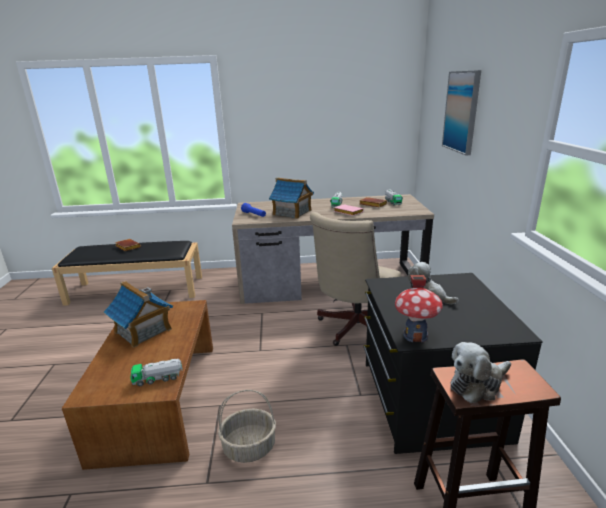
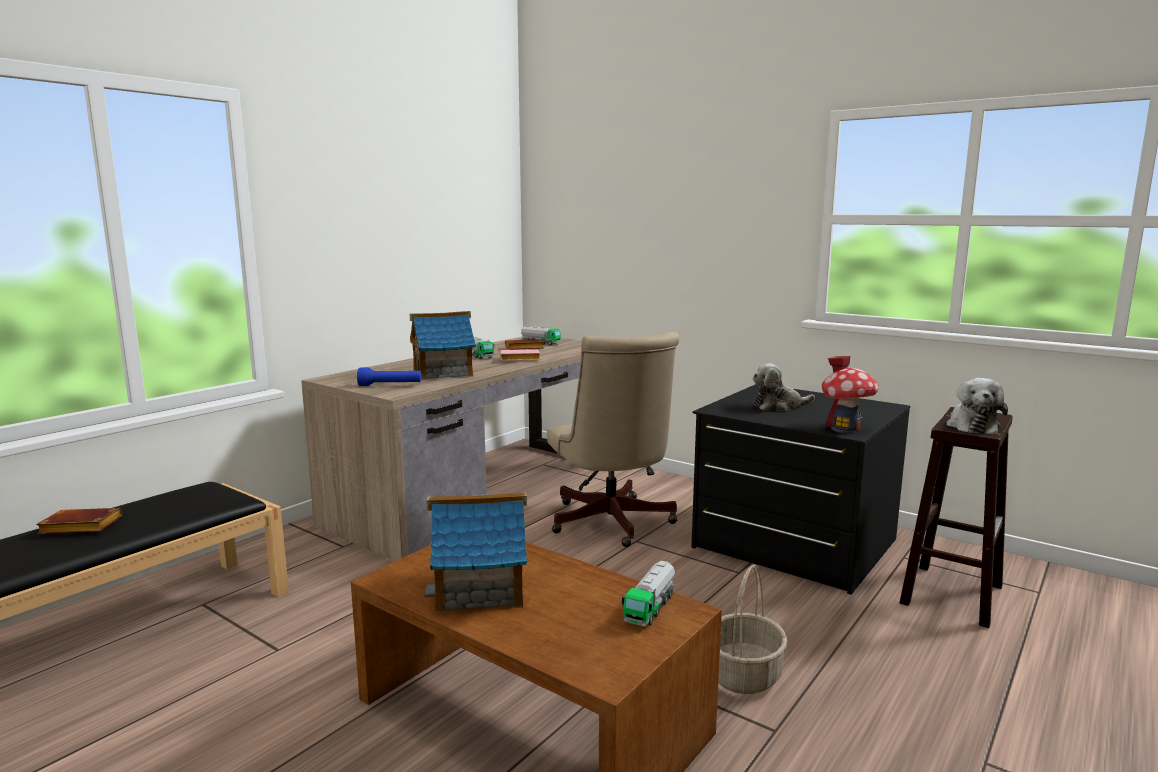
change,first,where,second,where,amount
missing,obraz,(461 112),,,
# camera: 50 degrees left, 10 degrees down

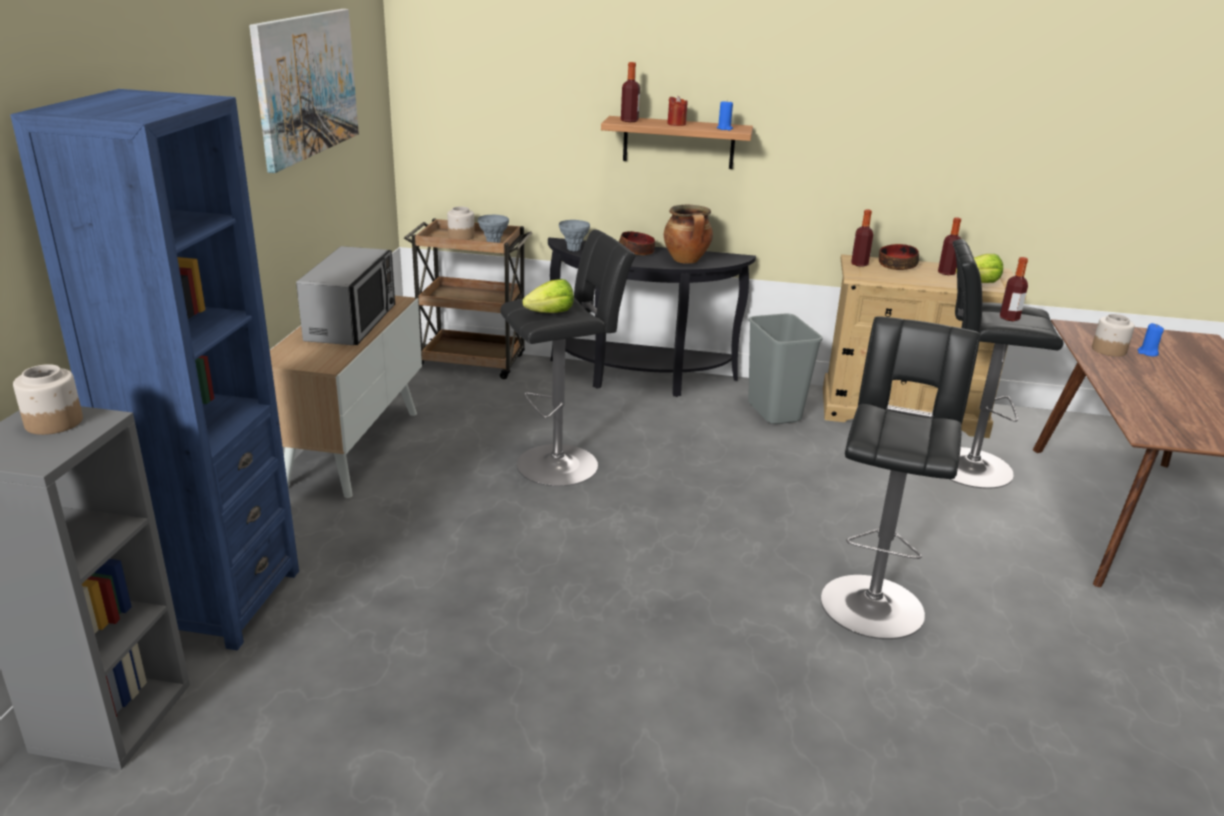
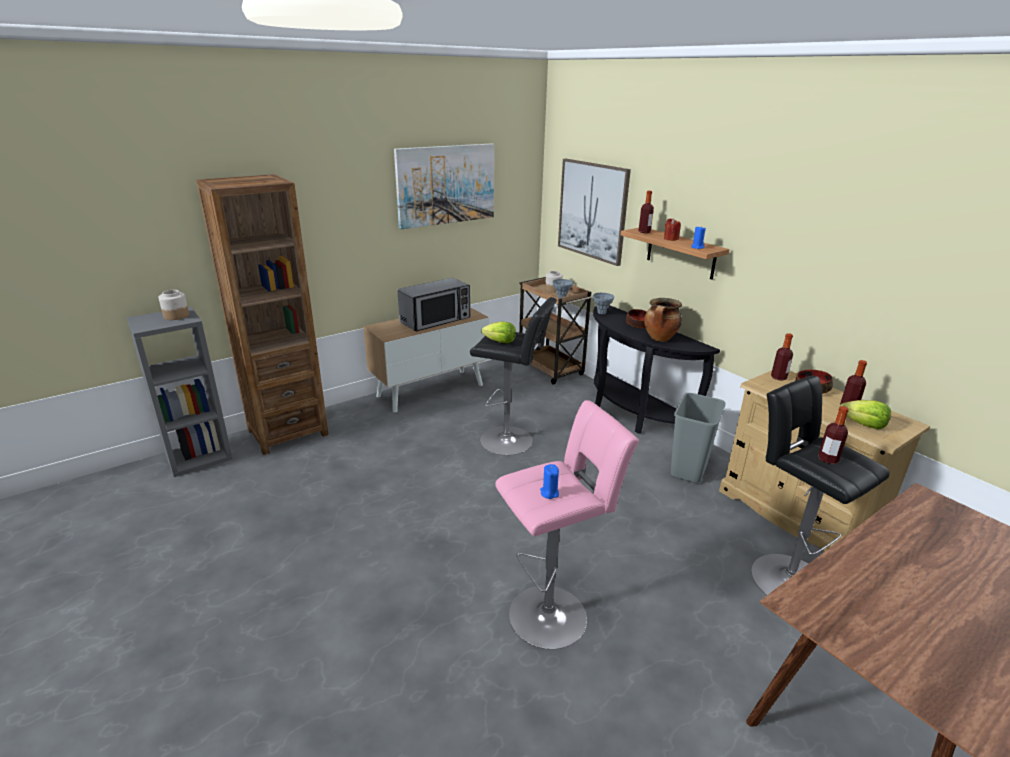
change,first,where,second,where,amount
colour,regał (niebieski),(154 369),regał (brązowy),(262 314),
colour,stołek (czarny),(900 477),stołek (różowy),(567 525),
missing,słoik,(1113 335),,,
relocated,świeca (niebieski),(1151 339),,(549 481),
appeared,,,obraz,(594 212),
# camera: 45 degrees right, 0 degrees up

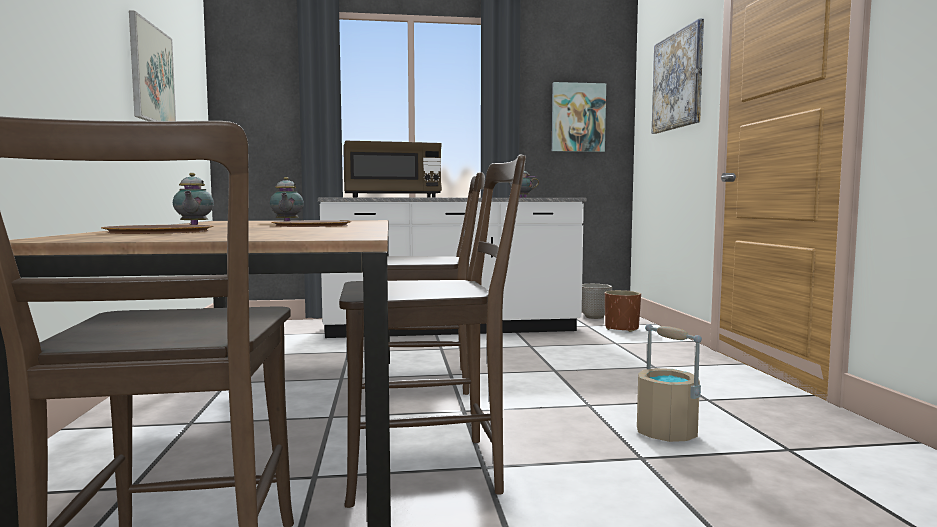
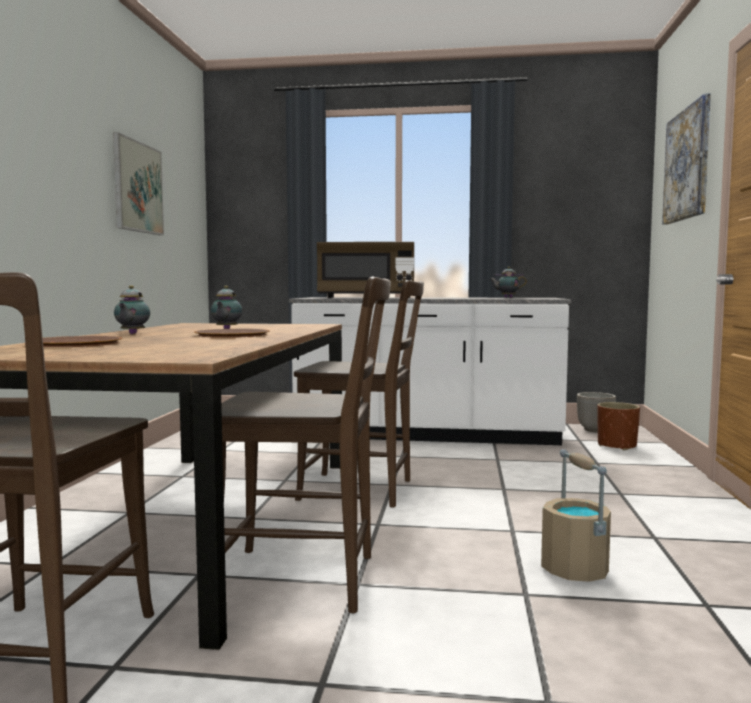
change,first,where,second,where,amount
missing,obraz,(579 117),,,
# camera: 15 degrees right, 0 degrees up

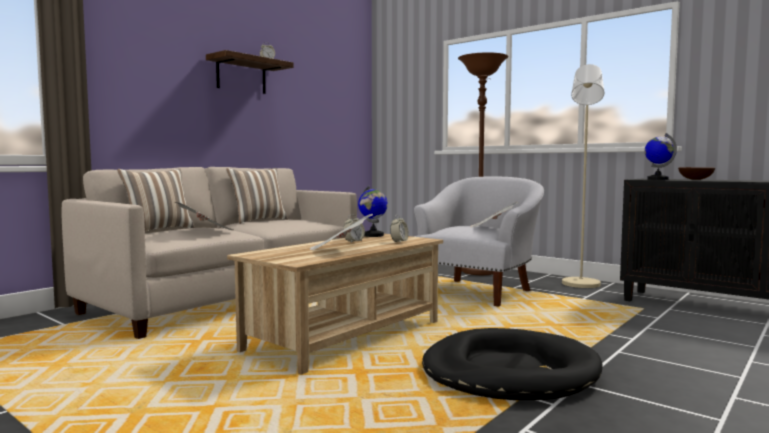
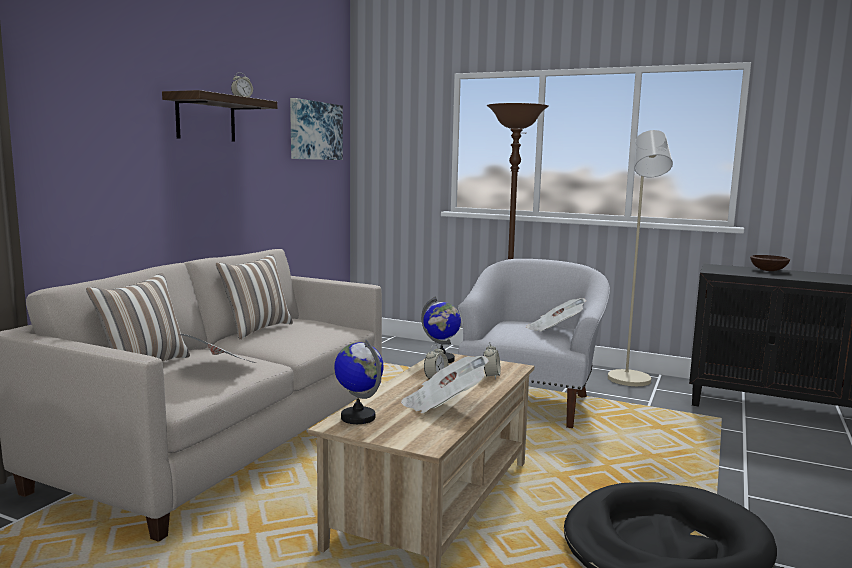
change,first,where,second,where,amount
relocated,globus,(661 156),,(359 381),
appeared,,,obraz,(316 129),
# camera: 15 degrees left, 5 degrees up

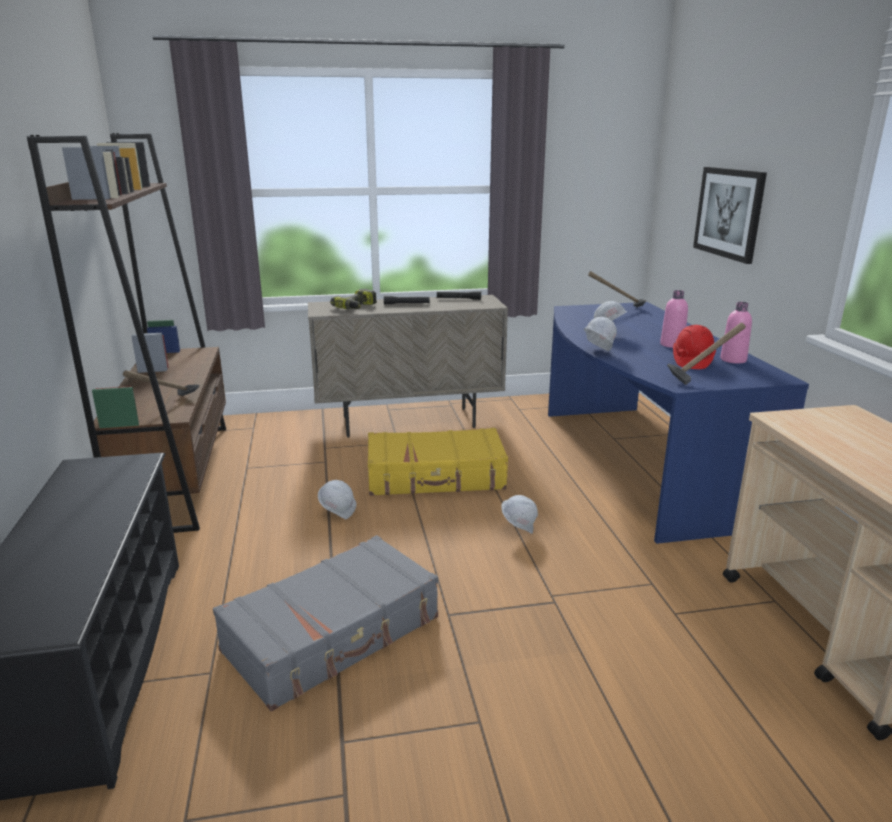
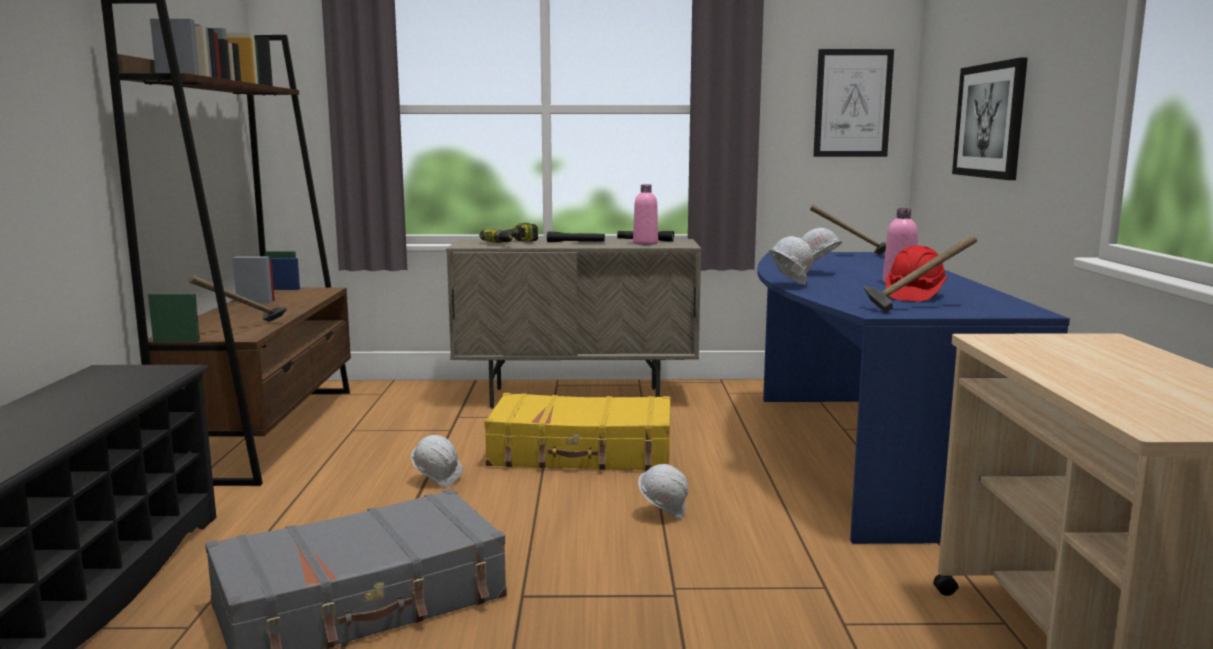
change,first,where,second,where,amount
relocated,butelka (różowy),(736 333),,(645 215),
appeared,,,obraz,(854 103),
# camera: 10 degrees right, 10 degrees down

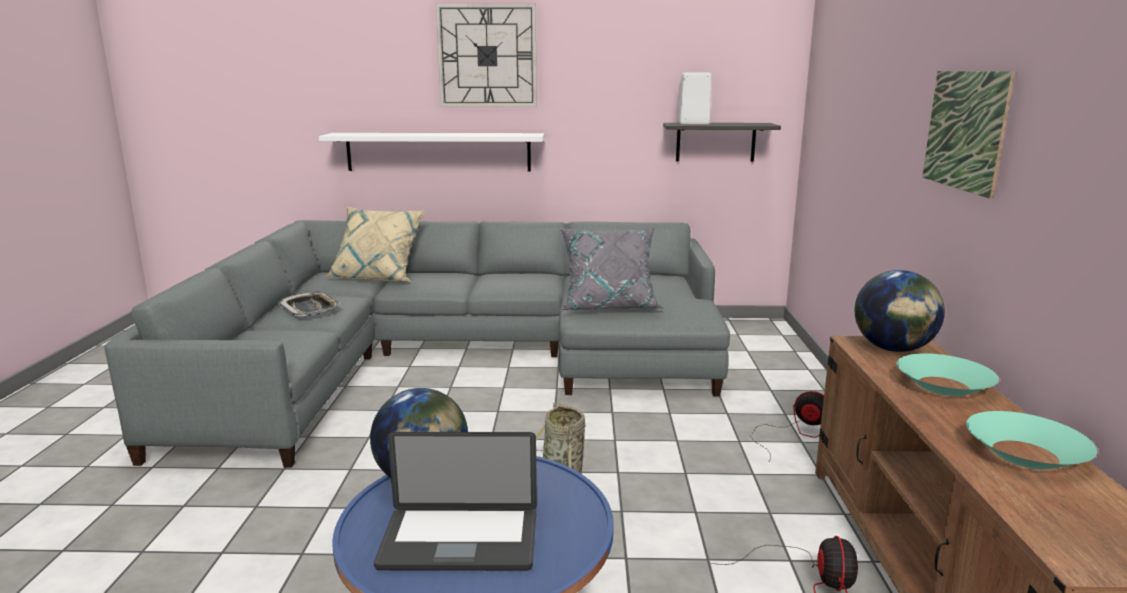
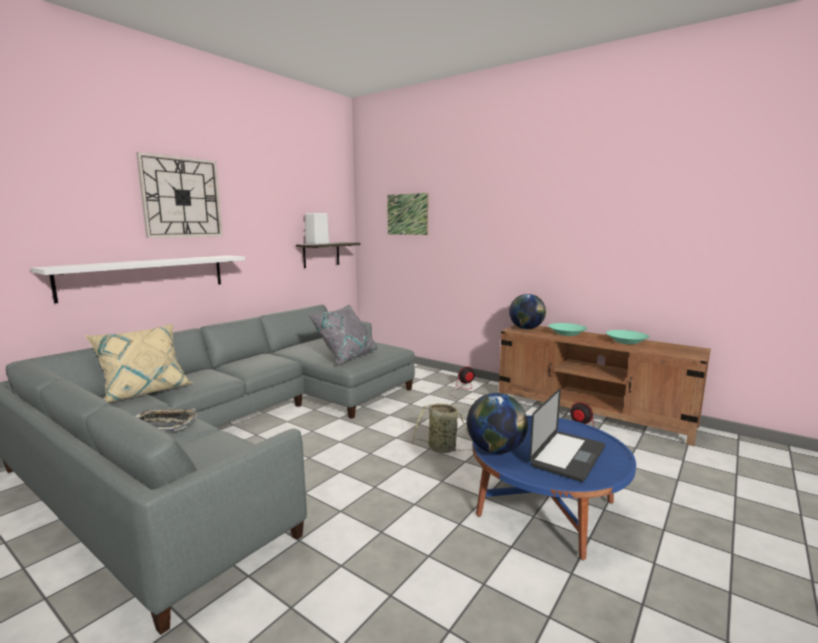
change,first,where,second,where,amount
relocated,obraz,(968 135),,(407 214),
# camera: 55 degrees left, 5 degrees down

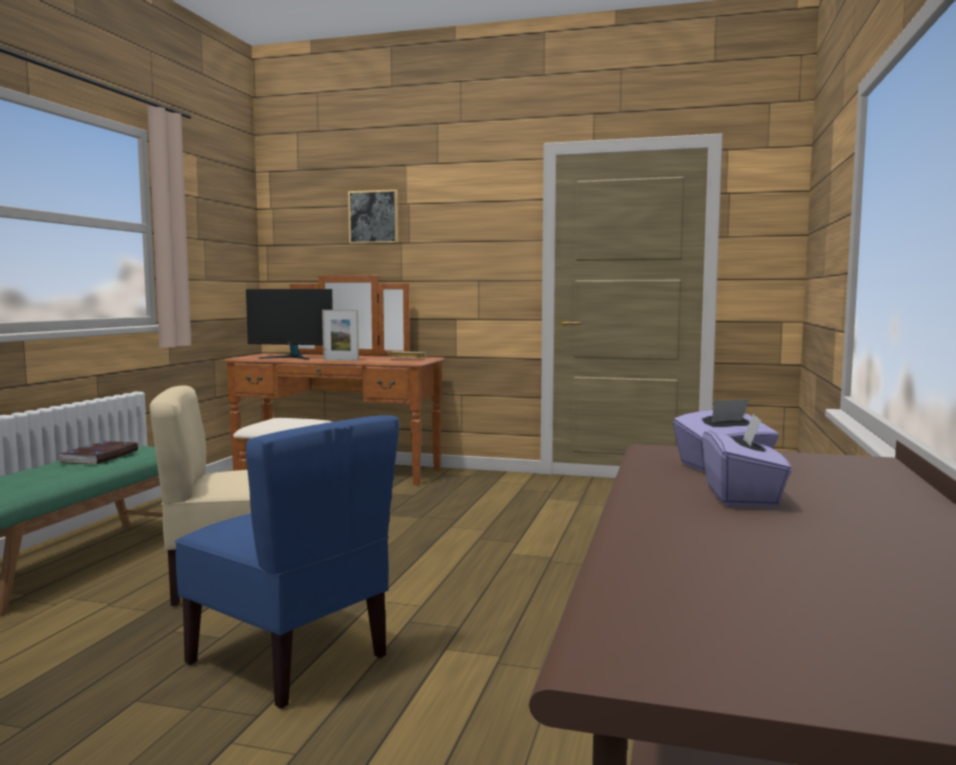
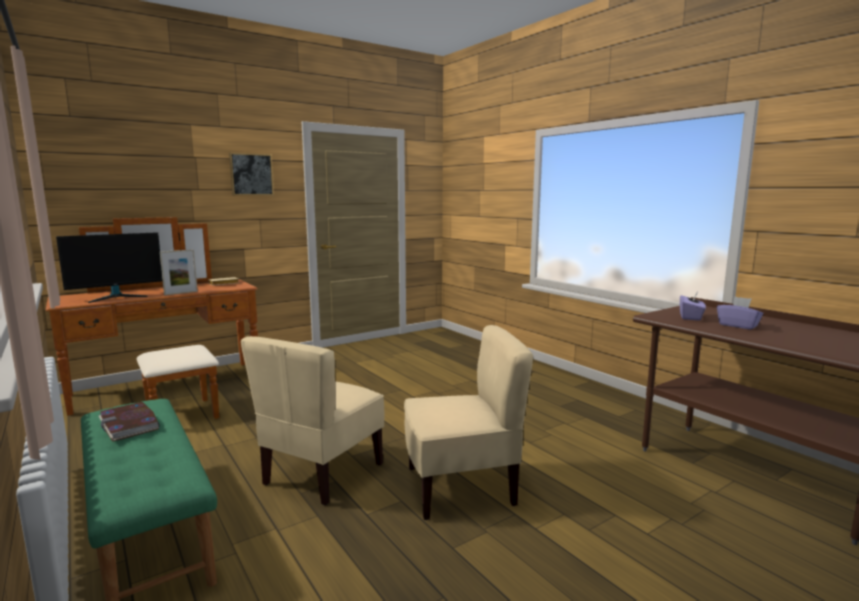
change,first,where,second,where,amount
colour,krzesło (niebieski),(287 562),krzesło (beżowy),(468 422),
relocated,obraz,(373 216),,(251 174),
# camera: 50 degrees left, 5 degrees up

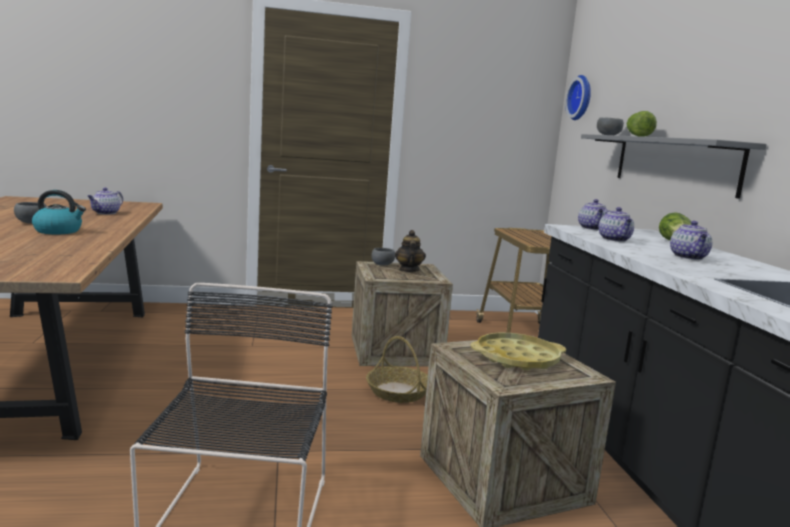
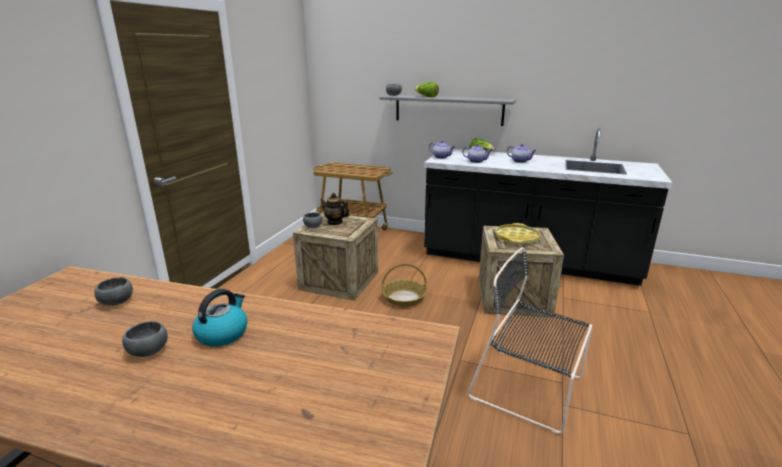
change,first,where,second,where,amount
exchanged,imbryk,(105 201),miska (szary),(113 291),
missing,zegar ścienny,(578 97),,,
# camera: 60 degrees left, 10 degrees up

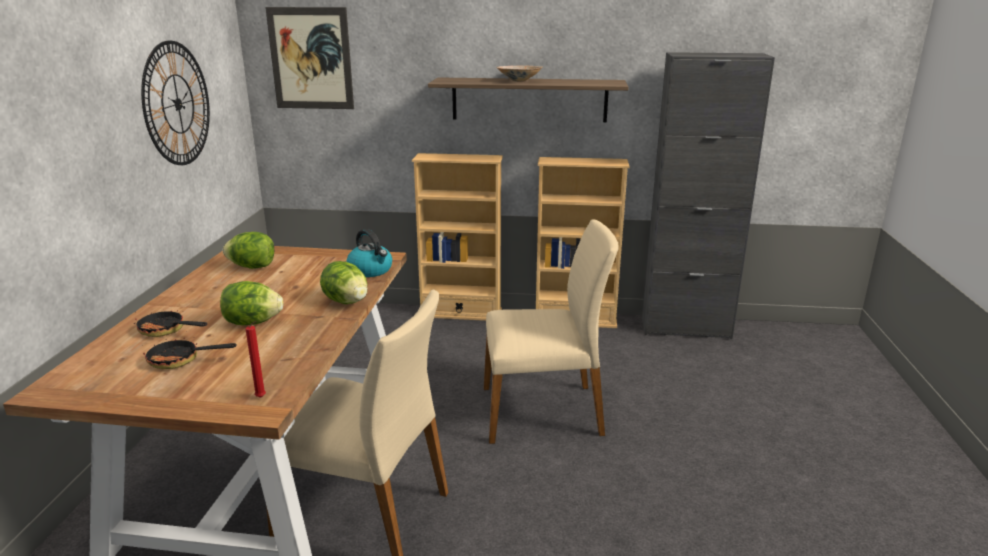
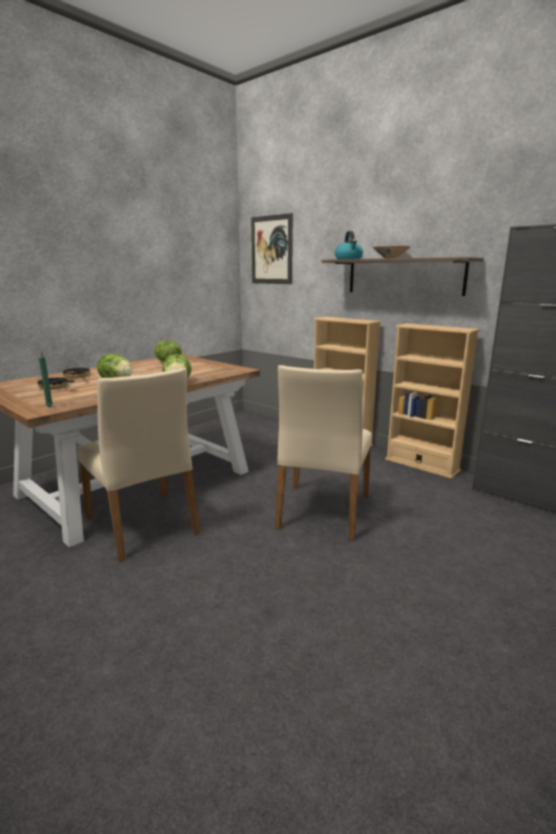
change,first,where,second,where,amount
missing,zegar ścienny,(175 103),,,
colour,świeca (czerwony),(256 359),świeca (zielony),(46 379),
relocated,czajnik,(369 253),,(349 245),
spun,krzesło (beżowy),(551 331),,(323 453),75 degrees clockwise
# camera: 35 degrees right, 5 degrees down

